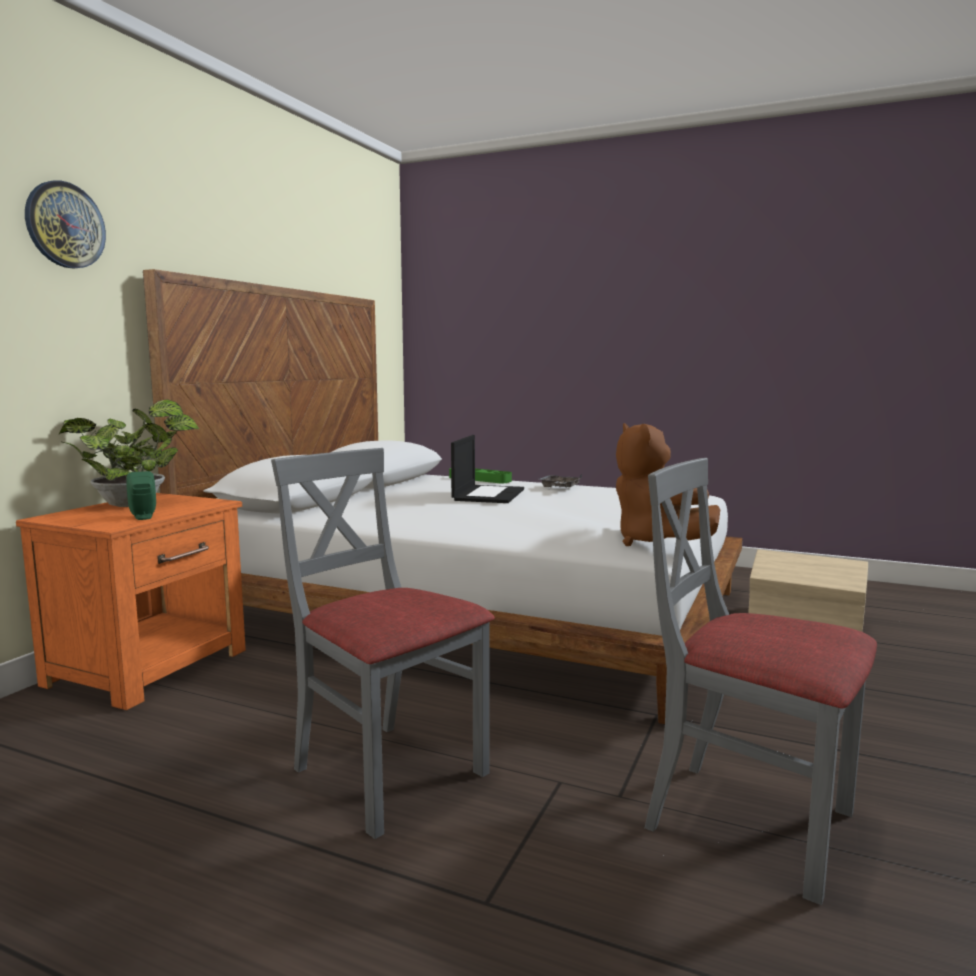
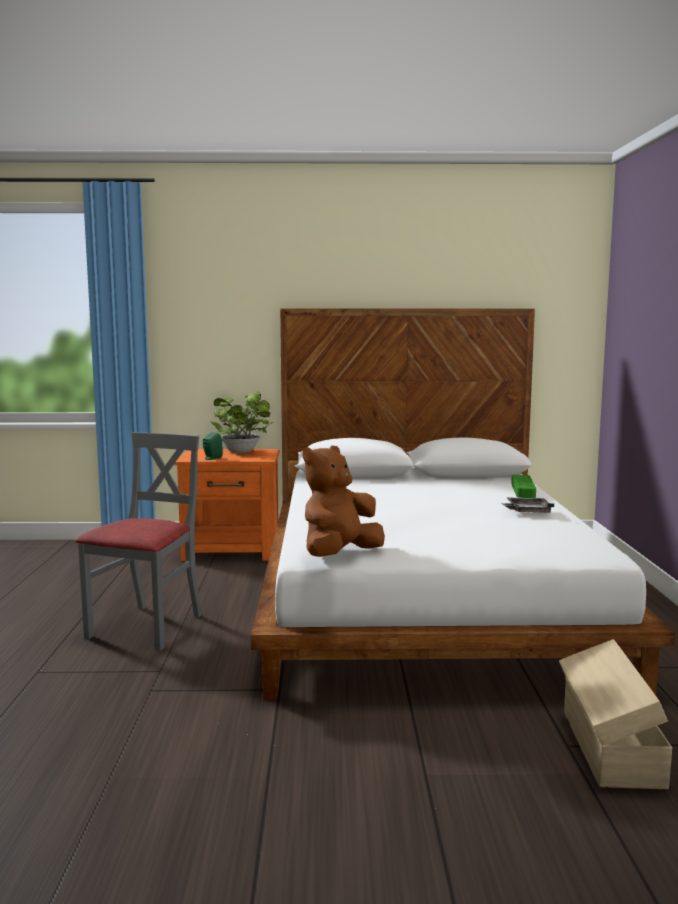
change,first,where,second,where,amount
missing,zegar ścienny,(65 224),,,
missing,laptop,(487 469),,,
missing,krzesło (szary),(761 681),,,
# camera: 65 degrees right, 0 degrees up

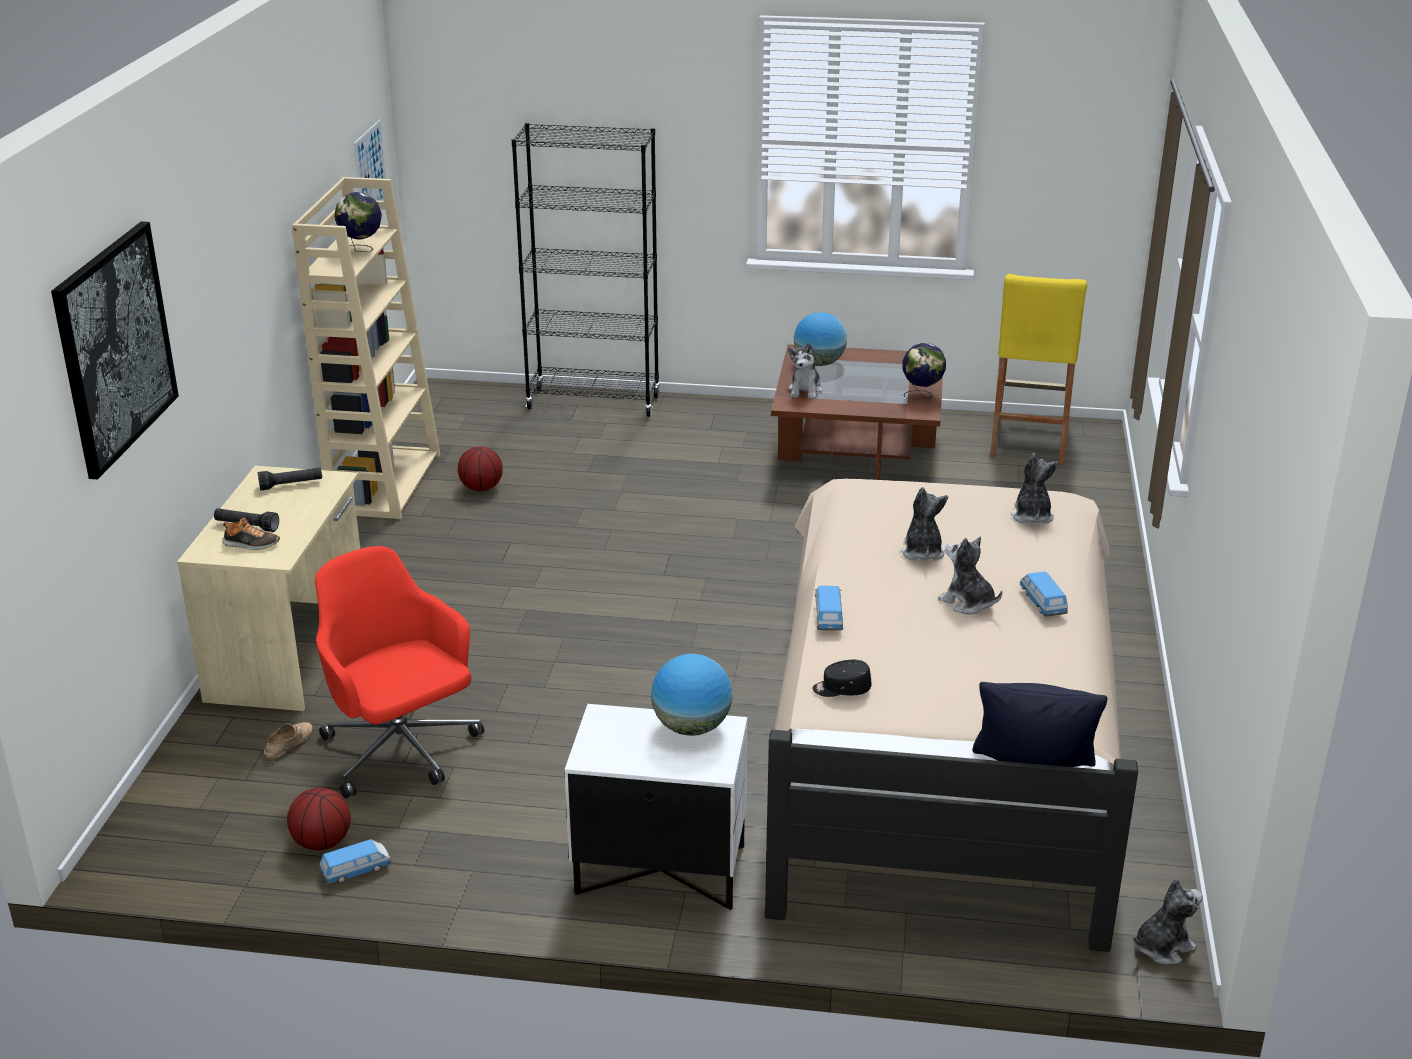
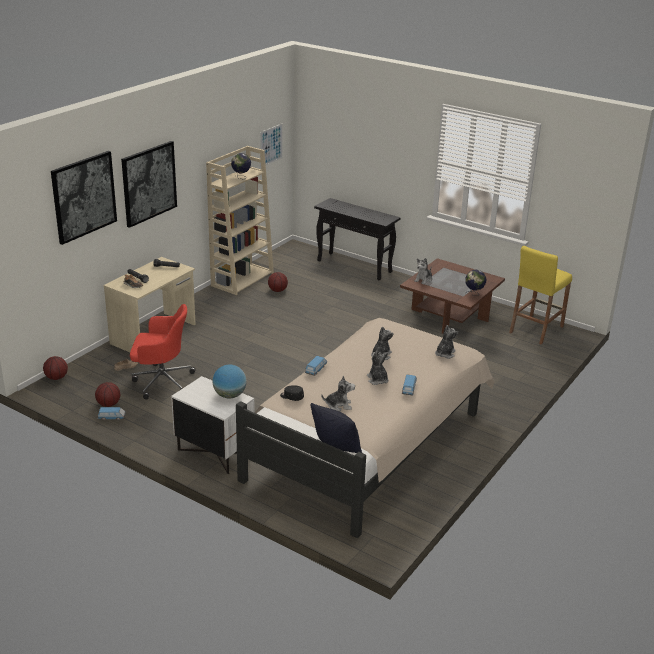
change,first,where,second,where,amount
spun,krzesło biurowe (czerwony),(399 672),,(163 352),105 degrees clockwise
exchanged,regał (czarny),(585 270),stolik konsolowy (czarny),(357 239),
missing,globus,(820 339),,,
relocated,pluszak,(1168 921),,(338 393),
appeared,,,piłka do koszykówki,(55 368),
appeared,,,obraz,(149 184),
# camera: 25 degrees right, 0 degrees up

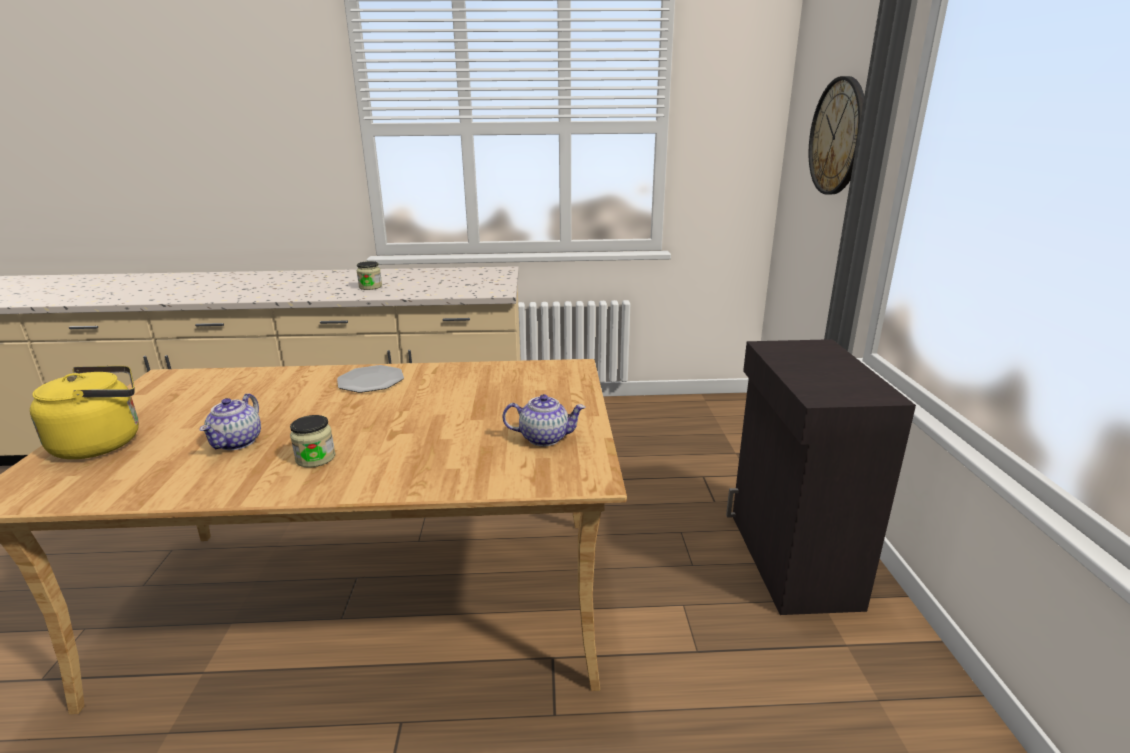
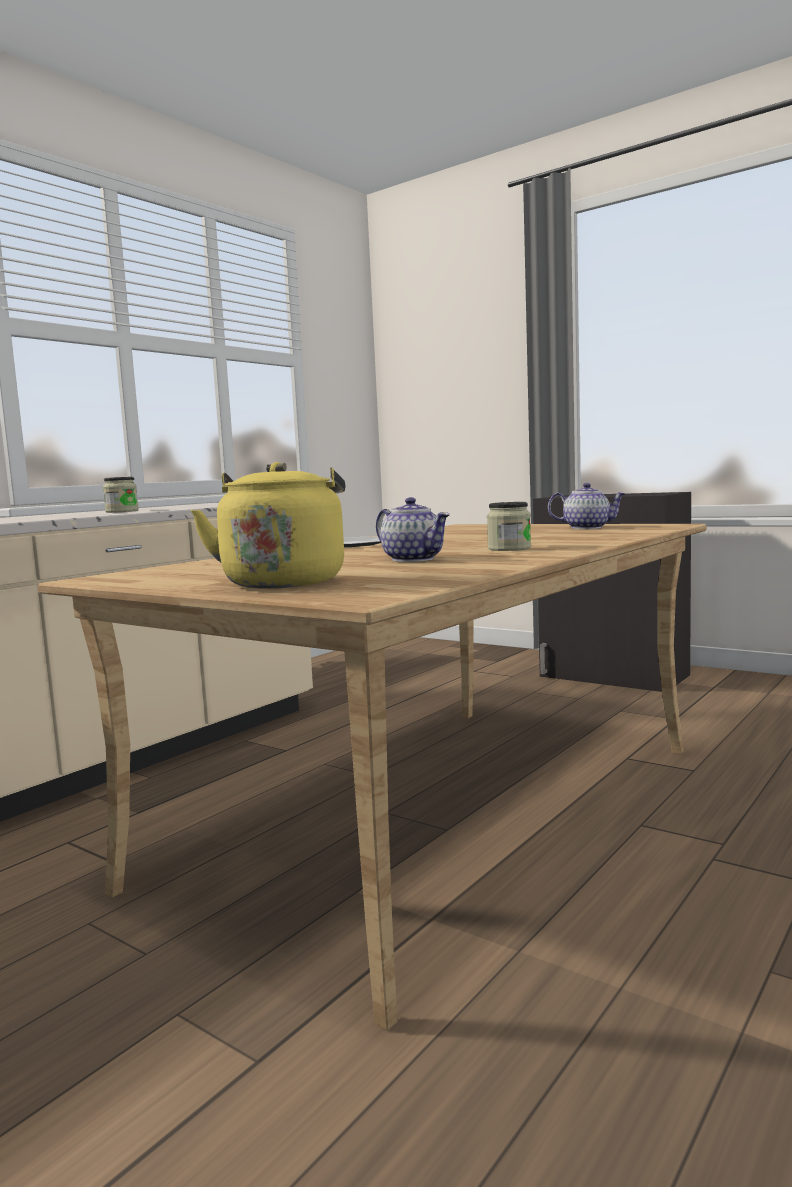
change,first,where,second,where,amount
spun,imbryk,(544 420),,(587 506),60 degrees clockwise
missing,zegar ścienny,(836 135),,,
# camera: 50 degrees left, 15 degrees down

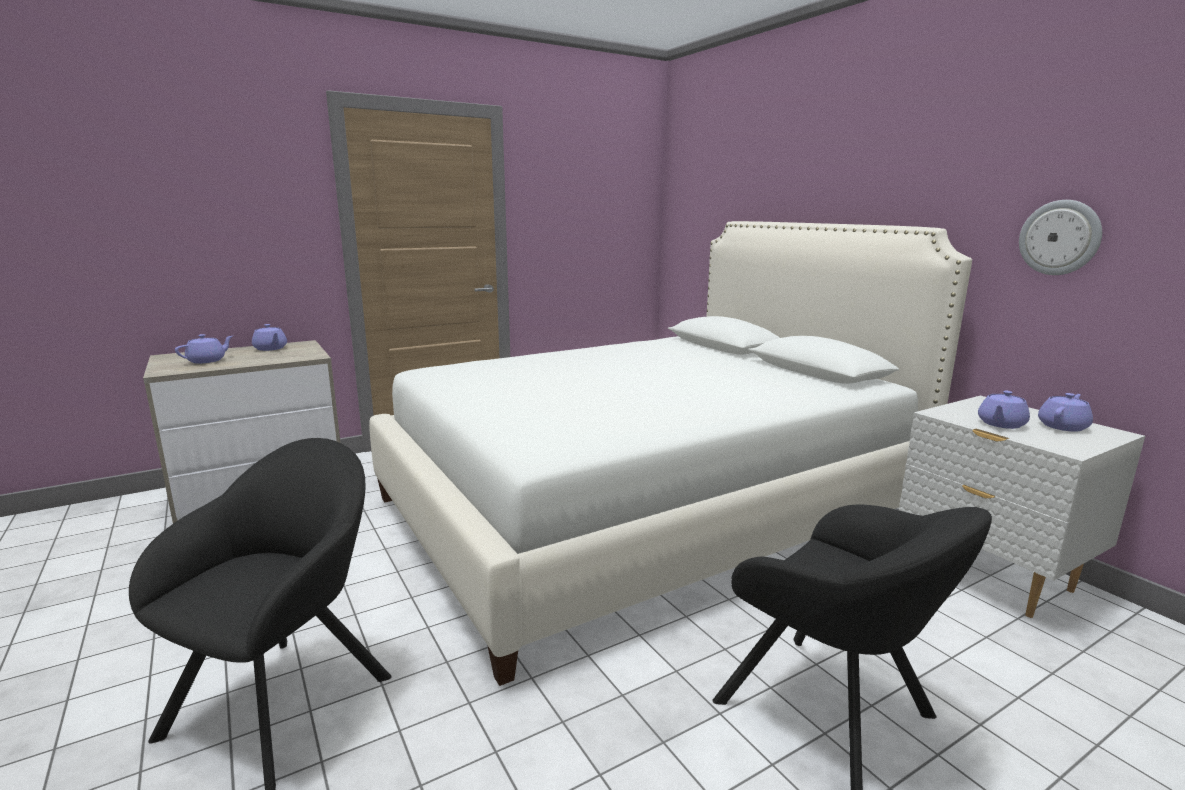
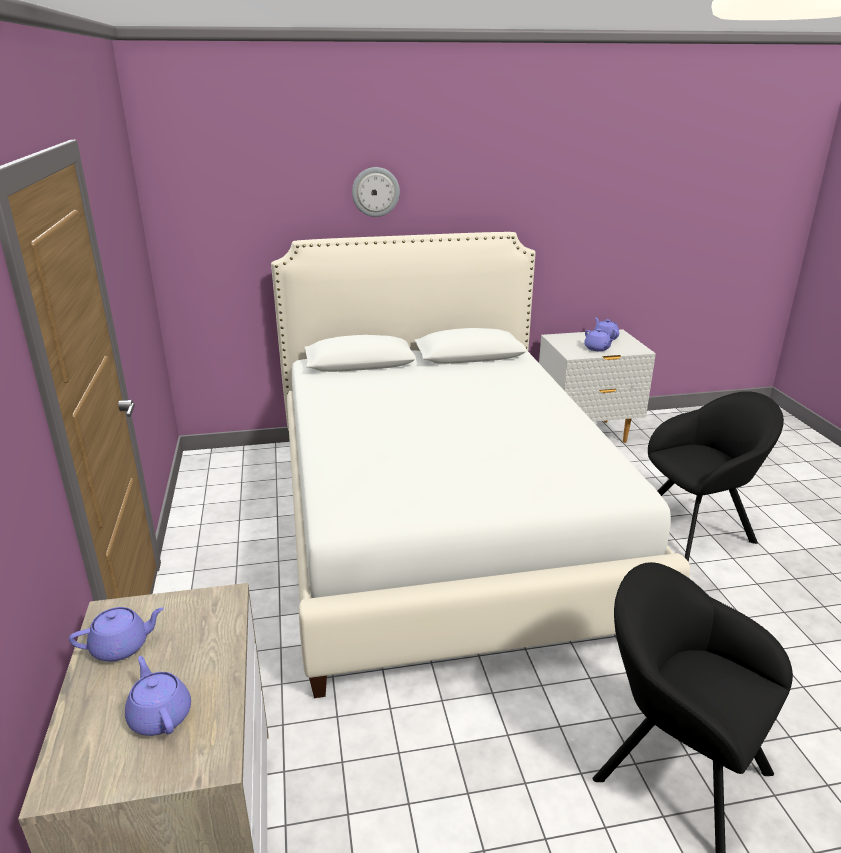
change,first,where,second,where,amount
relocated,zegar ścienny,(1060 237),,(376 192),
# camera: 70 degrees left, 10 degrees up

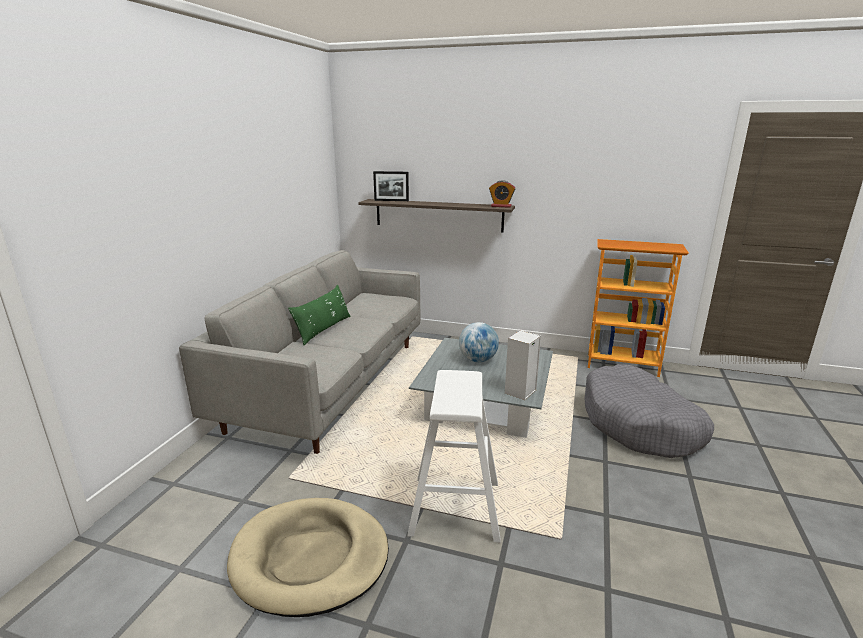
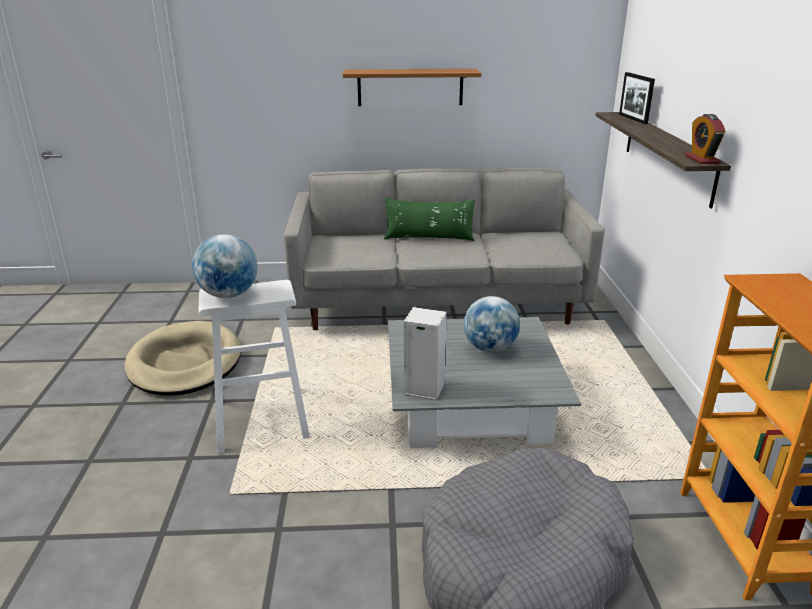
change,first,where,second,where,amount
appeared,,,globus,(225 266),
appeared,,,półka,(412 87),
# camera: 70 degrees right, 5 degrees up

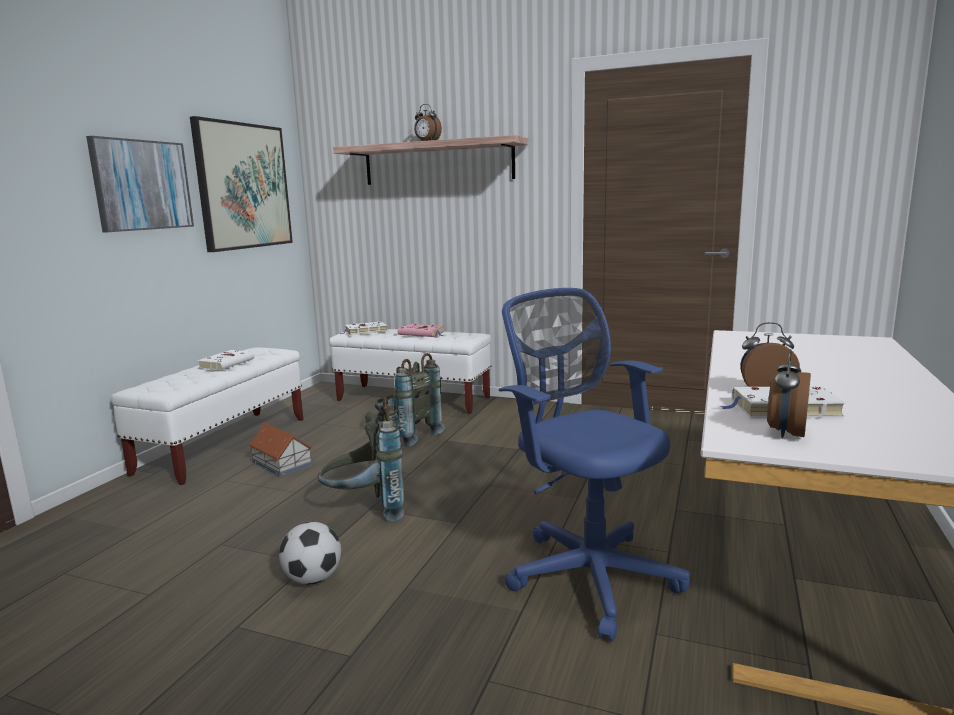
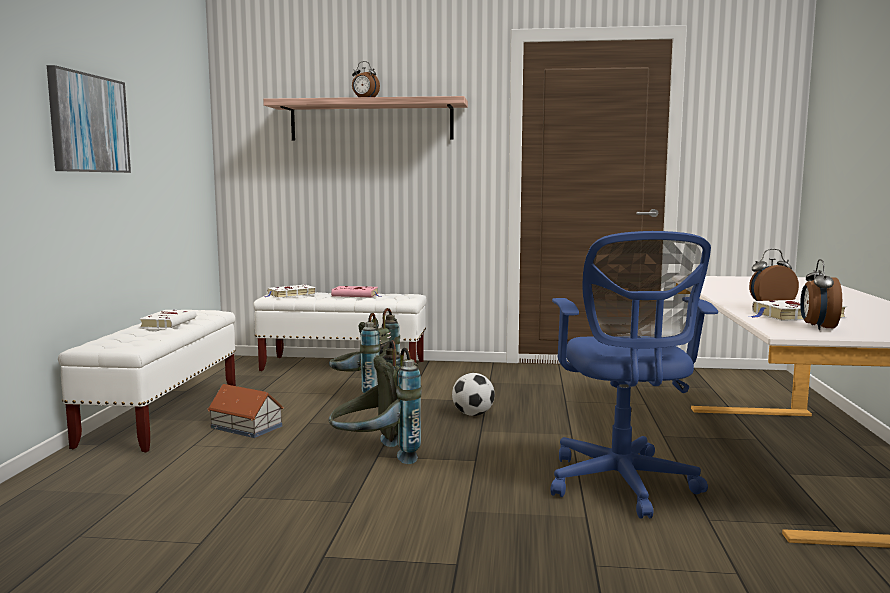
change,first,where,second,where,amount
missing,obraz,(241 184),,,
relocated,piłka futbolowa,(310 553),,(473 394),
spun,krzesło biurowe (niebieski),(594 464),,(634 375),135 degrees counterclockwise
# camera: 15 degrees left, 5 degrees down

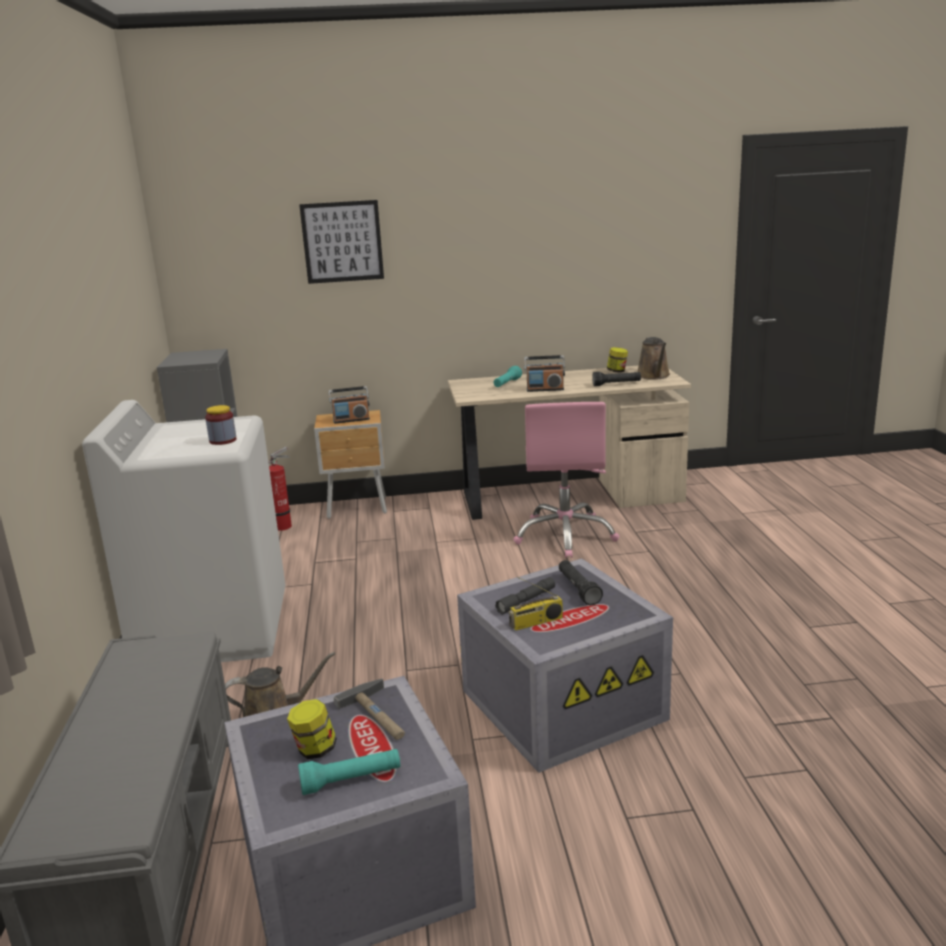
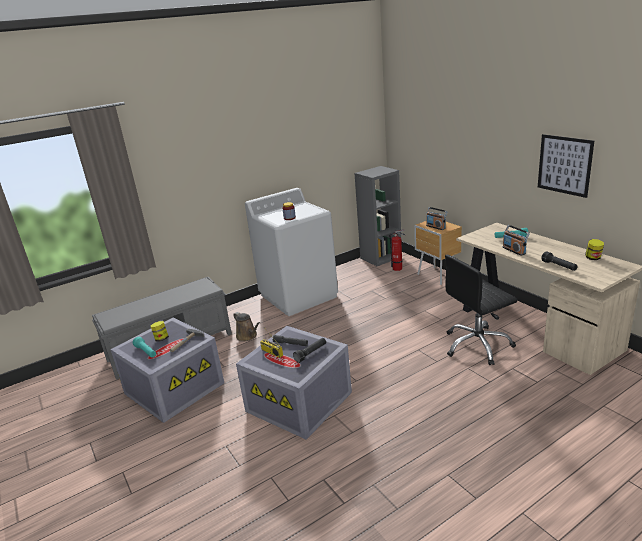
change,first,where,second,where,amount
relocated,obraz,(341 242),,(566 166),
colour,krzesło biurowe (różowy),(566 480),krzesło biurowe (czarny),(481 309),
missing,konewka (brązowy),(654 358),,,
# camera: 65 degrees right, 5 degrees up

